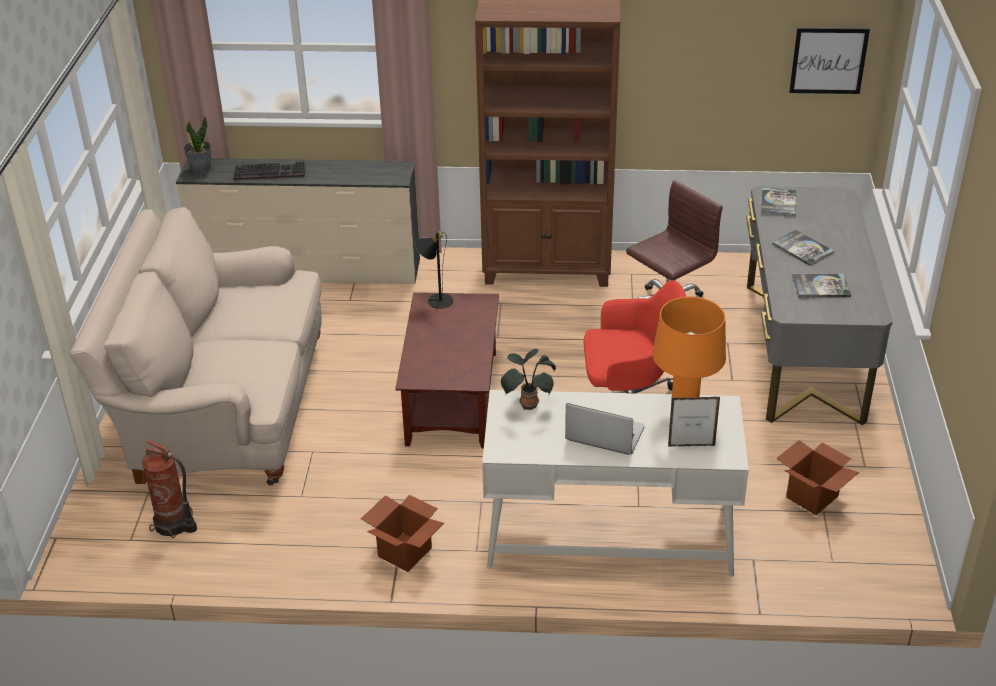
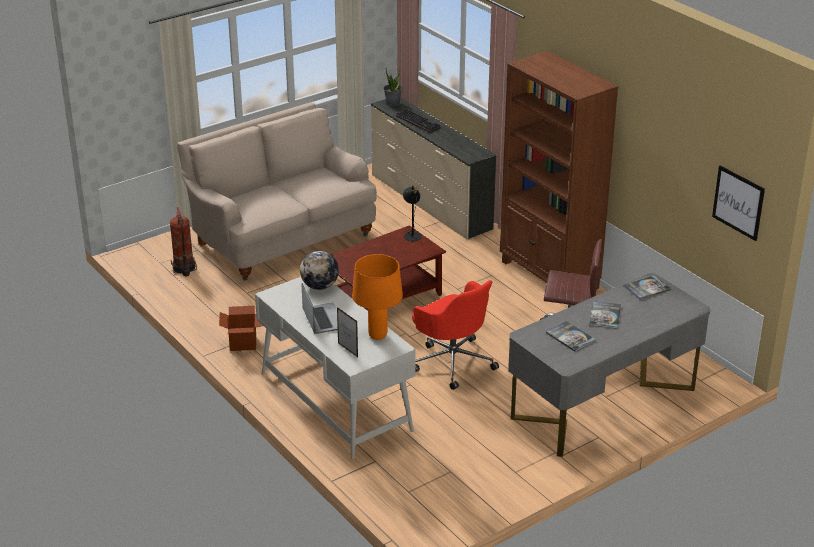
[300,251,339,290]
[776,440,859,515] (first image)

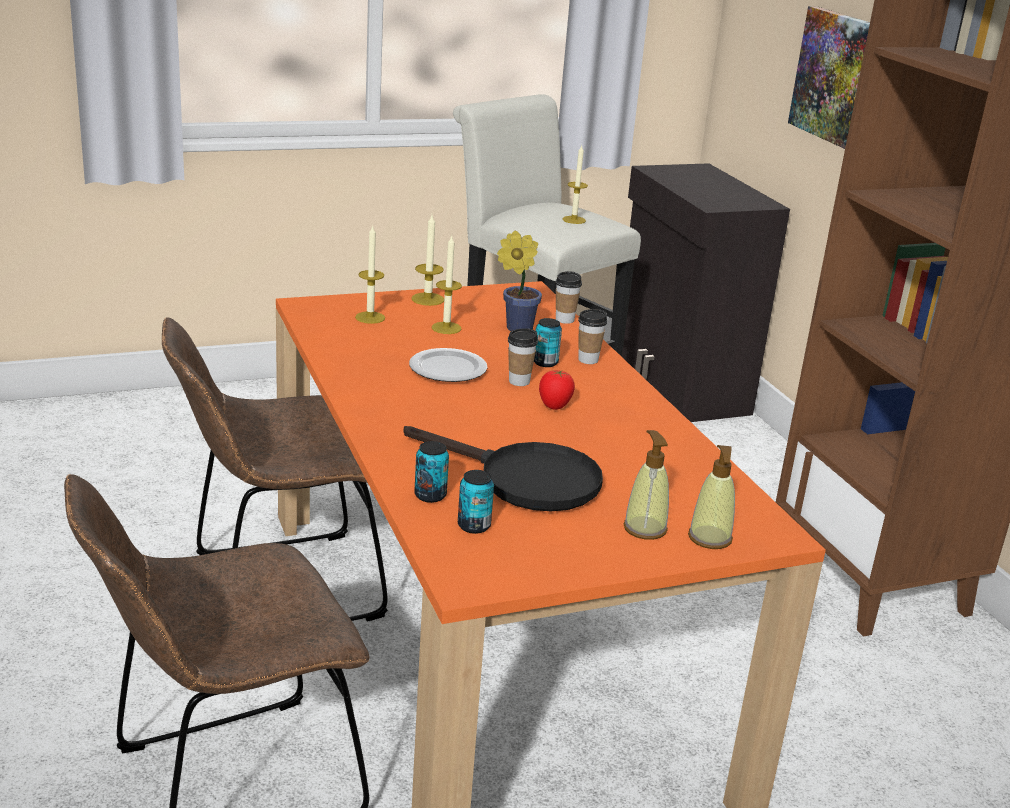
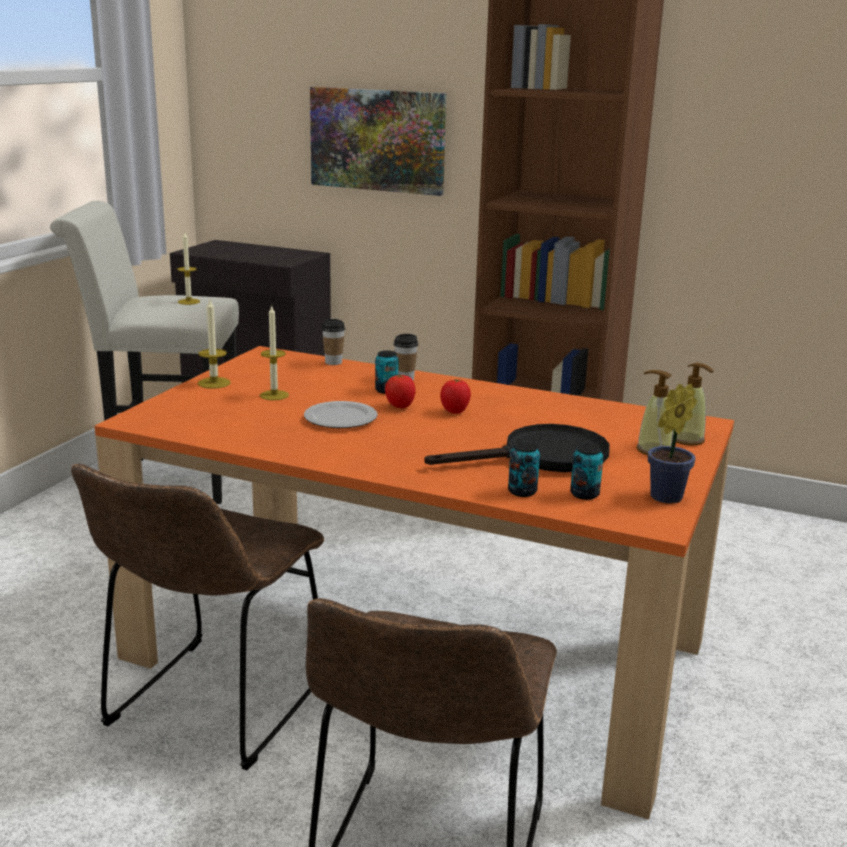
[355,225,385,324] (first image)
[648,384,697,503]
[385,375,416,408]

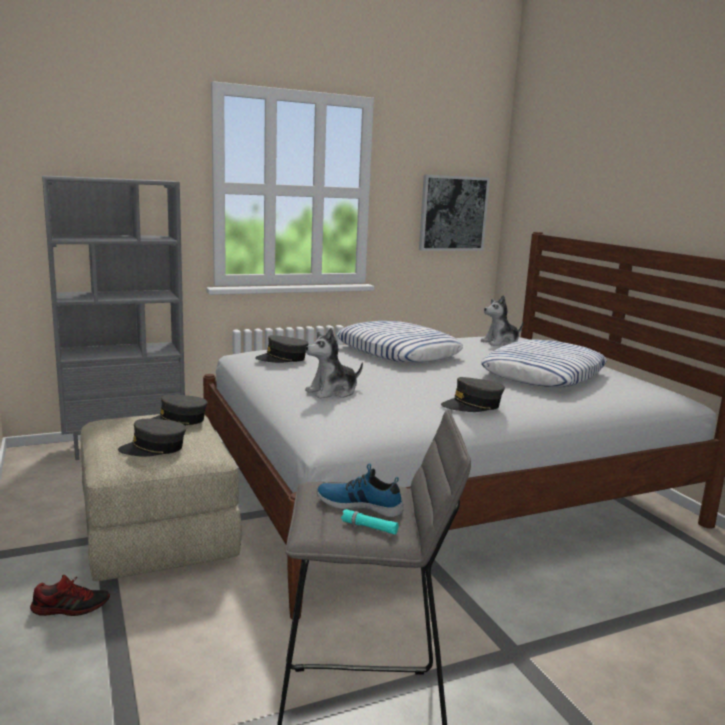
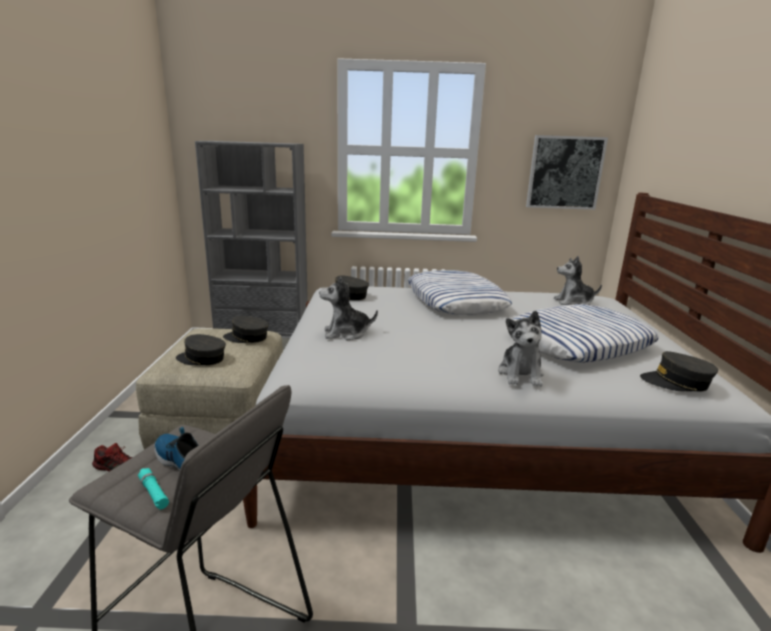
[640,351,718,392]
[498,311,543,386]

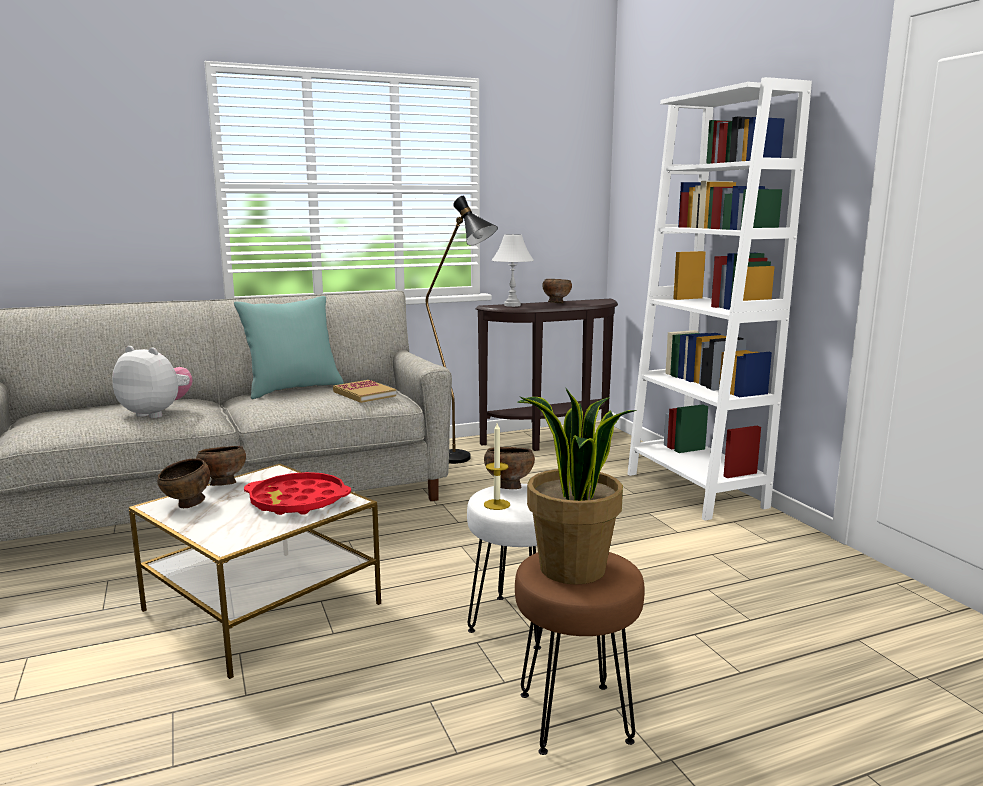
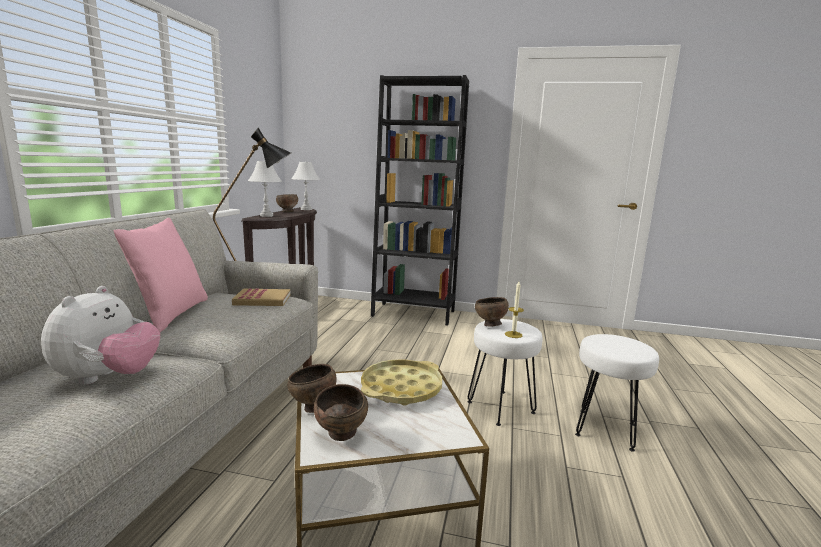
[371,75,469,326]
[114,218,208,332]
[41,286,160,385]
[518,388,637,585] (first image)
[361,360,442,406]
[575,334,659,452]
[291,162,320,210]

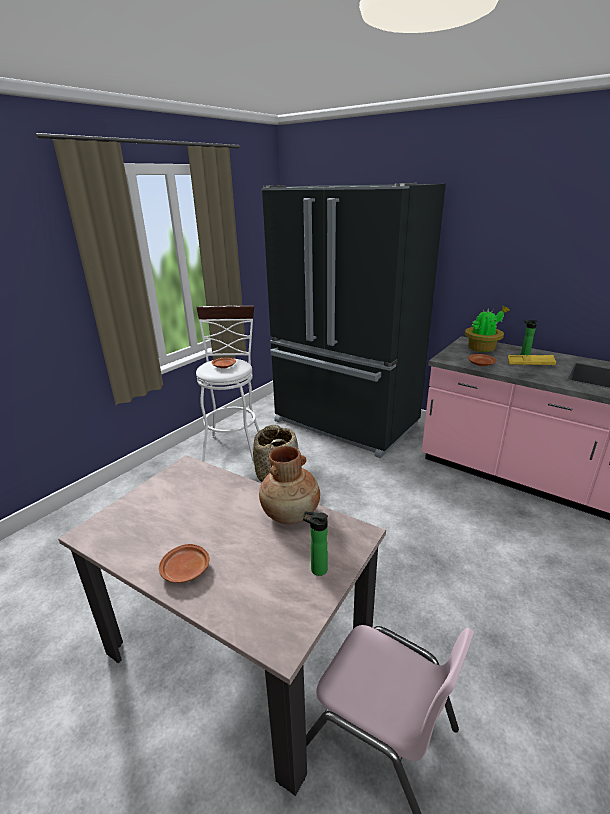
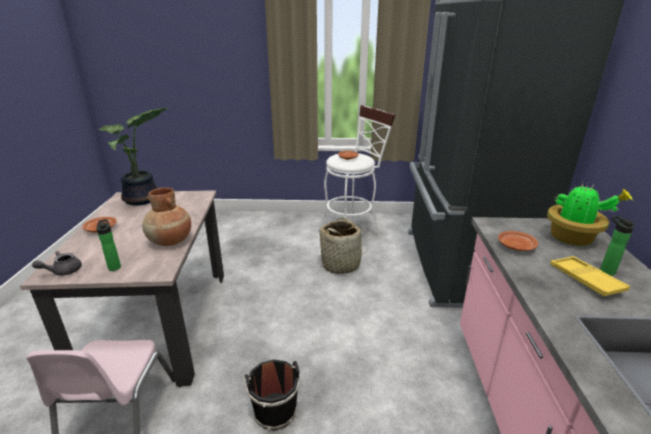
[98,108,169,205]
[32,251,82,276]
[242,359,300,431]

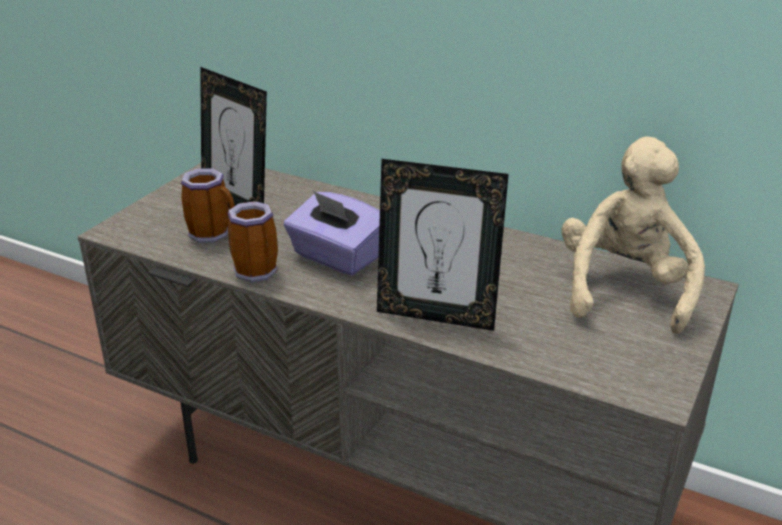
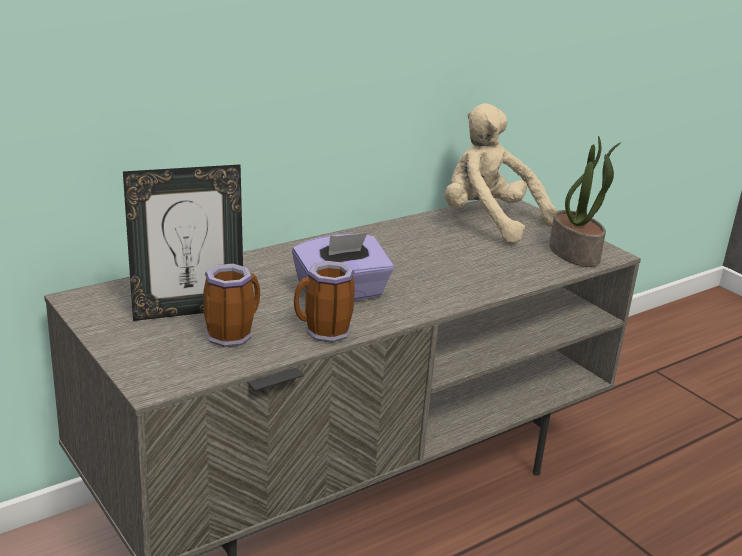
[377,159,509,331] (first image)
[549,136,621,267]

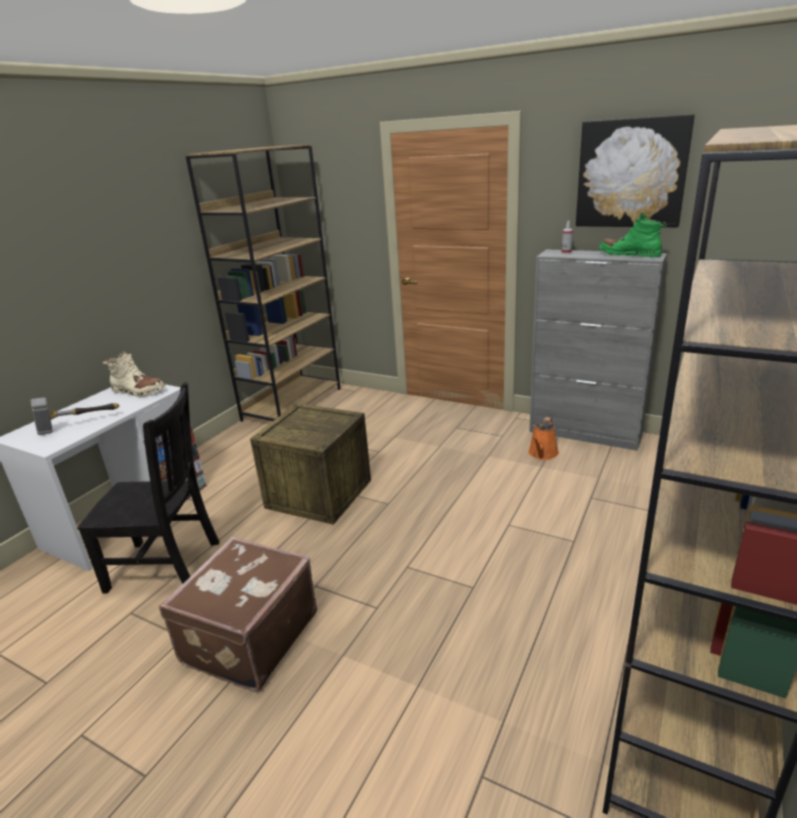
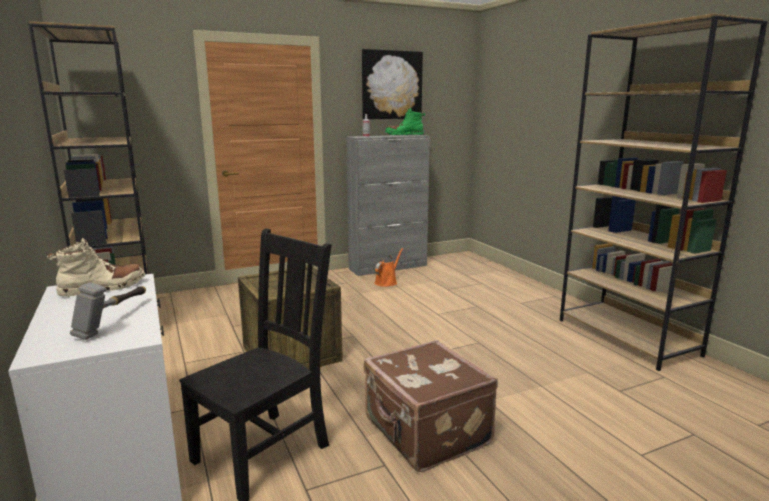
[374,248,404,287]

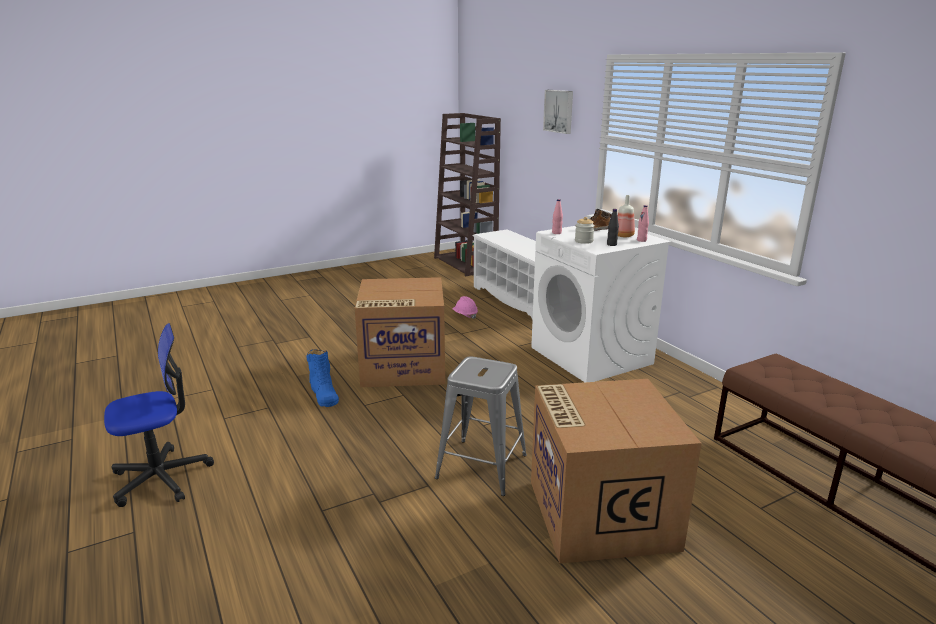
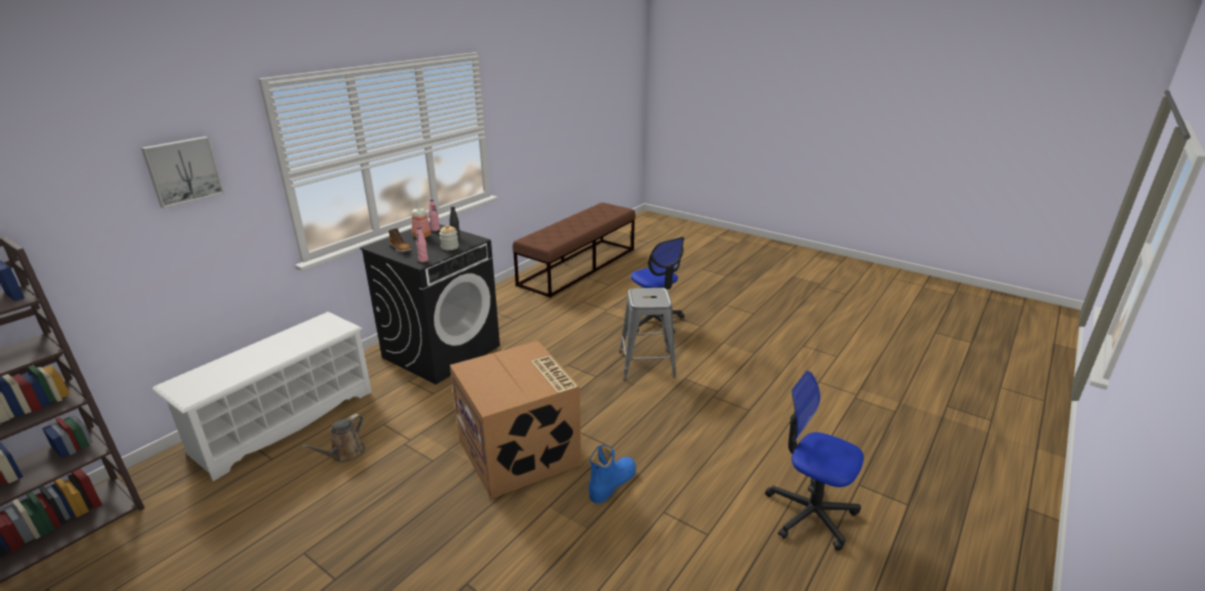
[360,223,500,385]
[302,414,365,463]
[631,237,685,333]

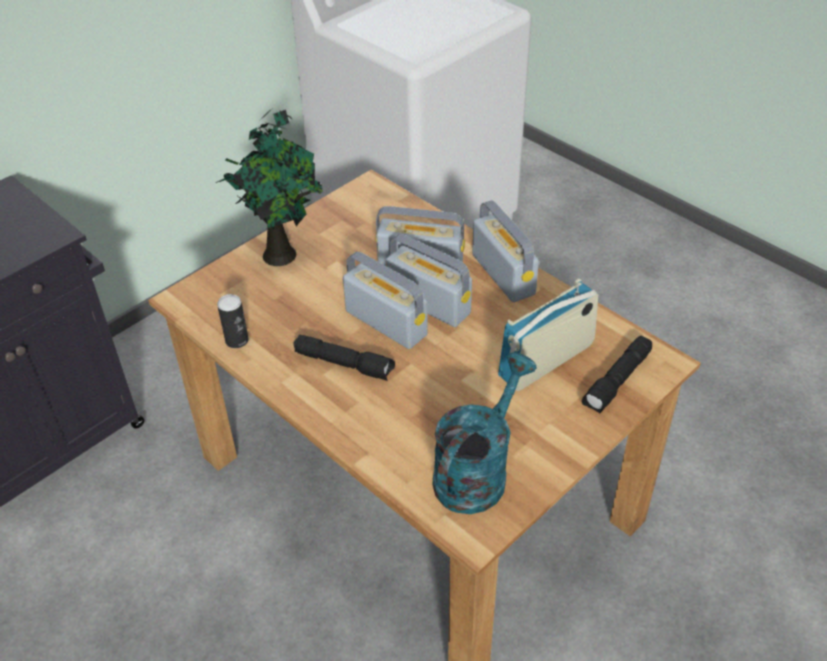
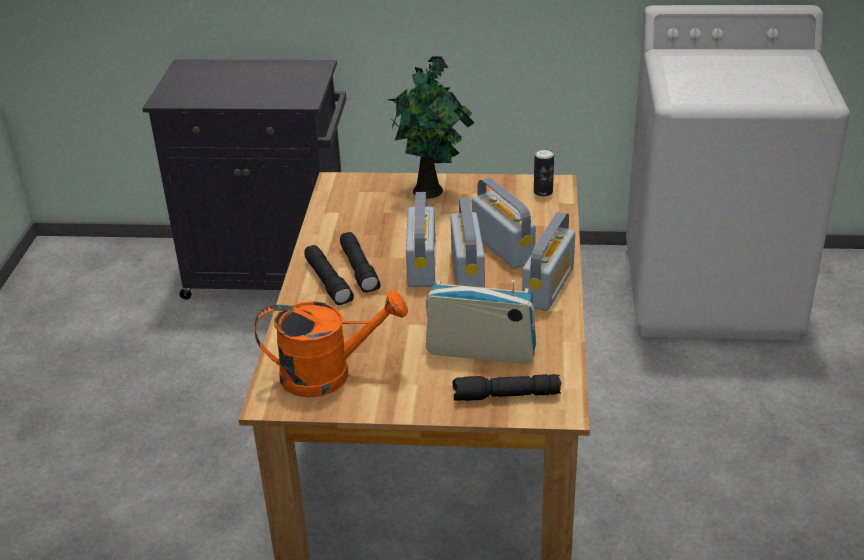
[534,149,554,196]
[255,290,408,398]
[304,245,354,305]

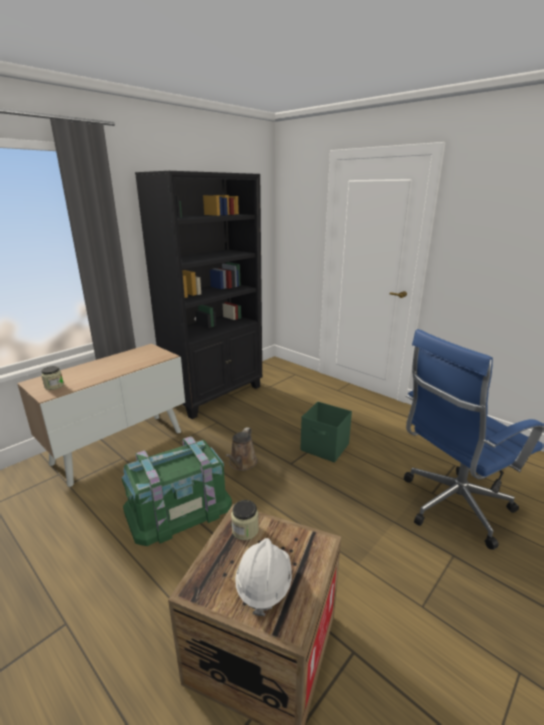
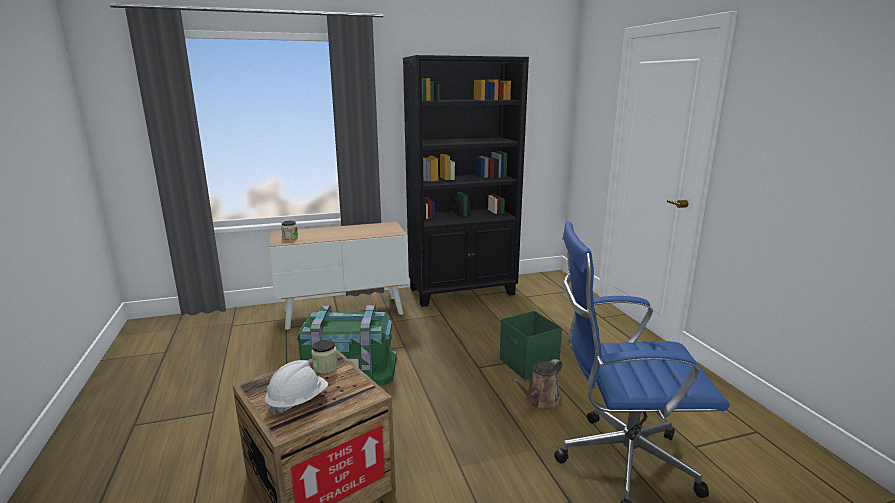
[512,359,563,410]

